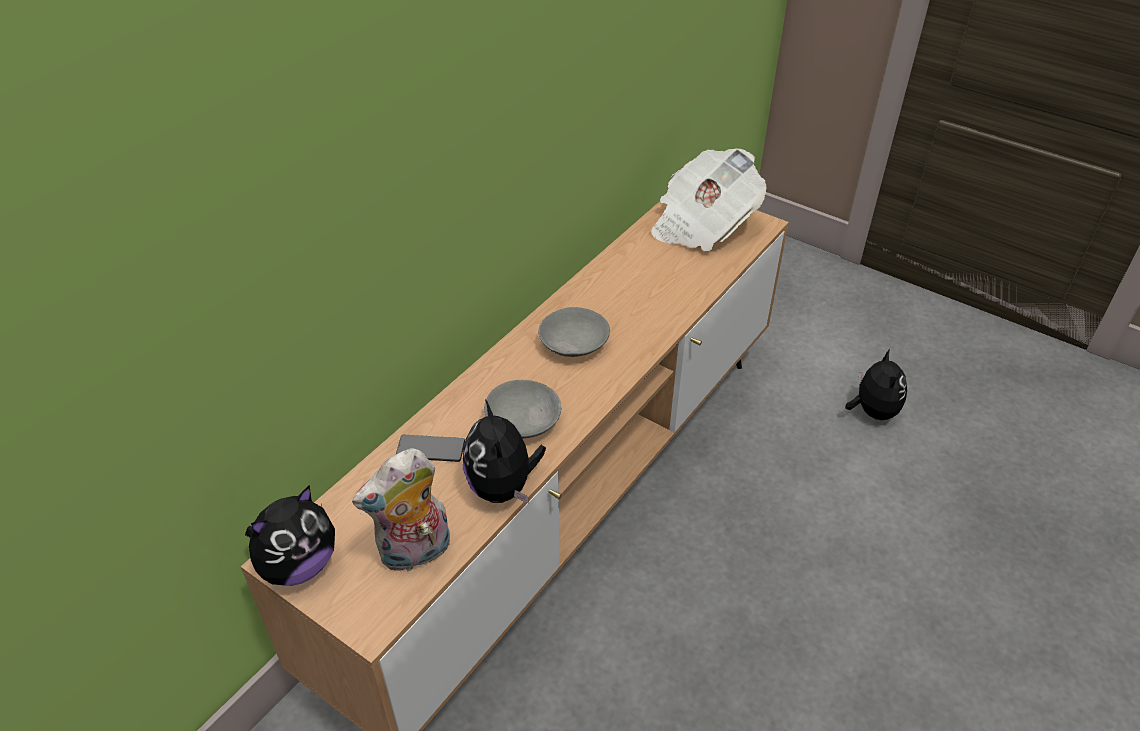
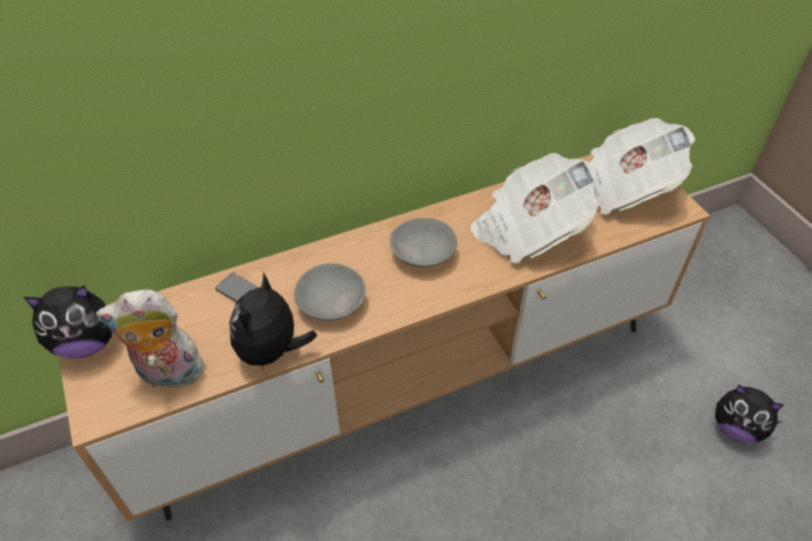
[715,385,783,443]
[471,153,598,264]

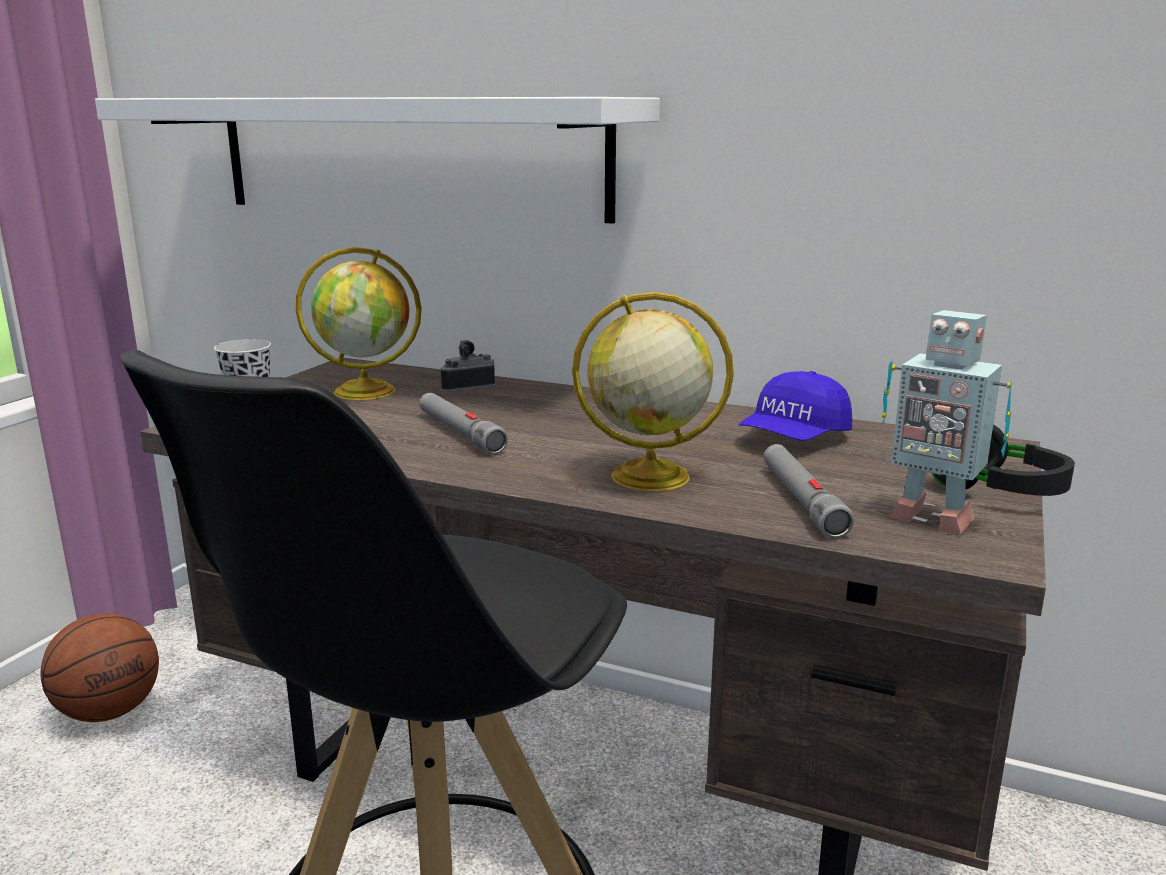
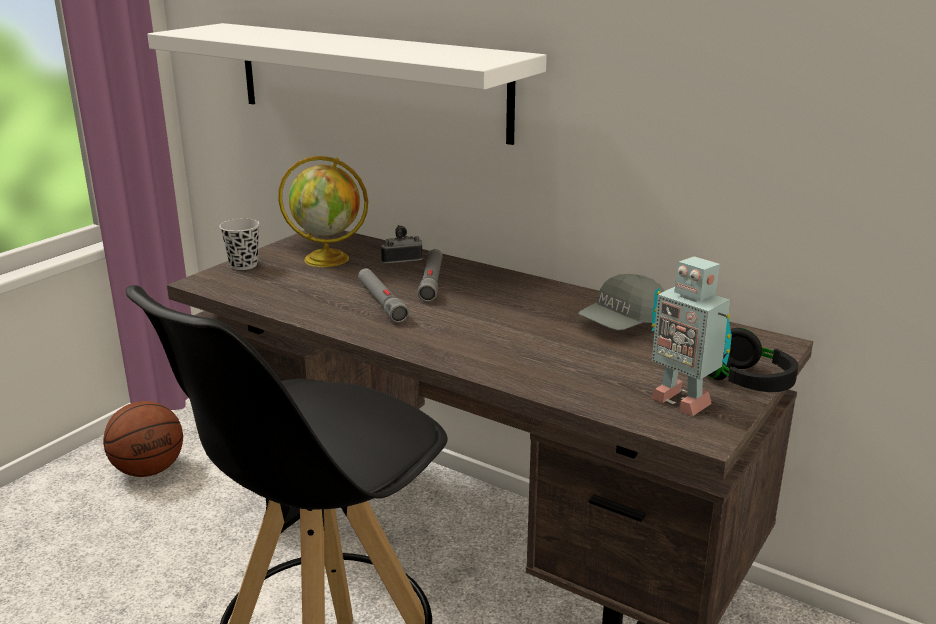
[572,292,734,491] (first image)
[578,274,664,330]
[418,249,442,302]

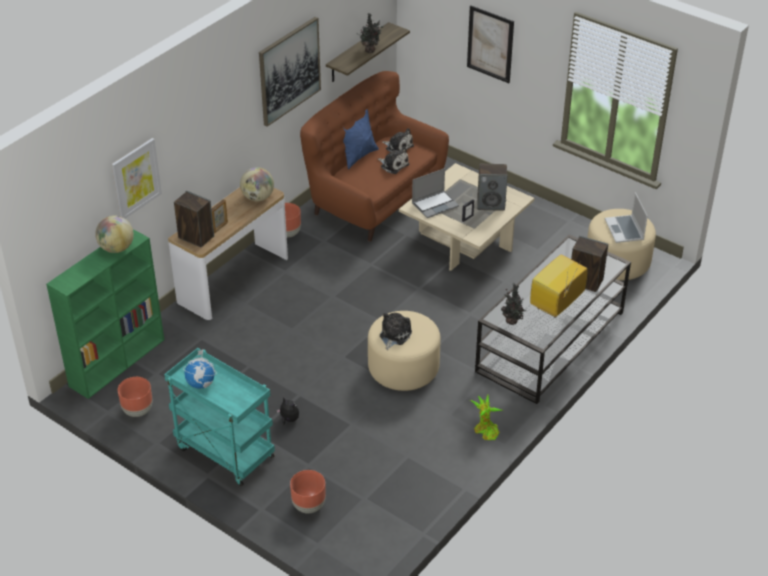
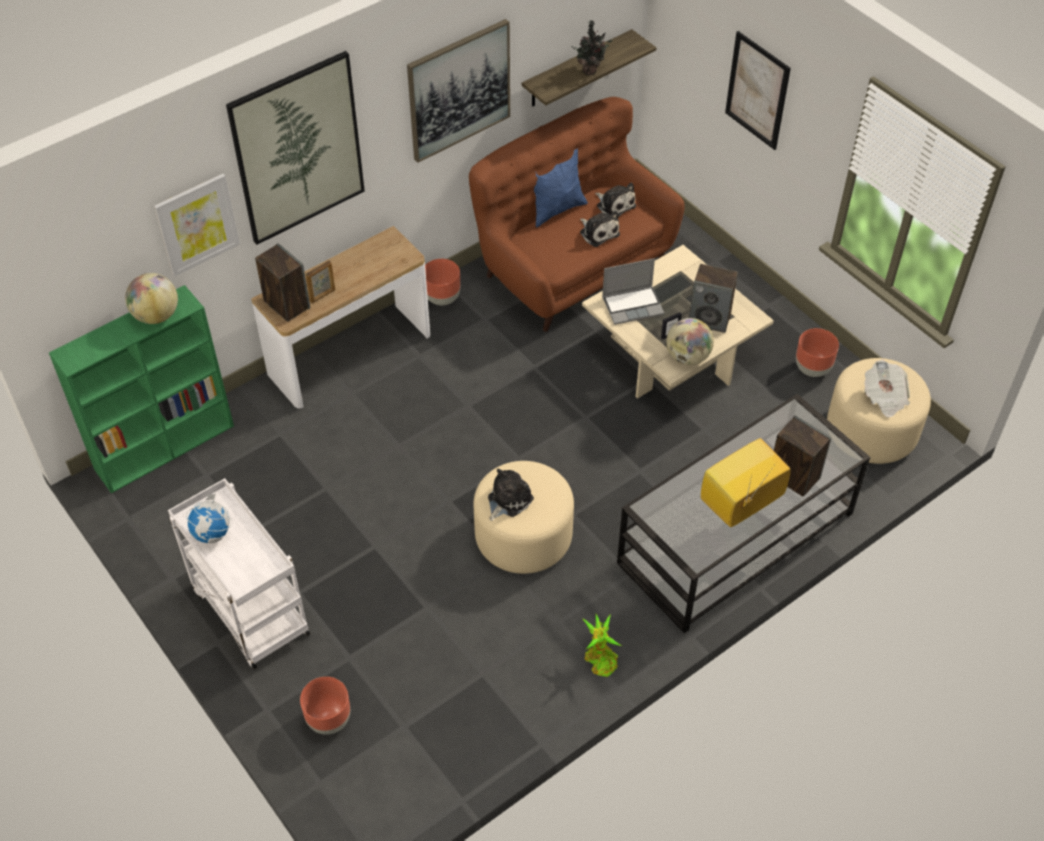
[666,318,714,365]
[864,360,910,418]
[501,283,527,325] (first image)
[168,478,310,669]
[796,328,839,377]
[276,397,299,425] (first image)
[226,51,365,245]

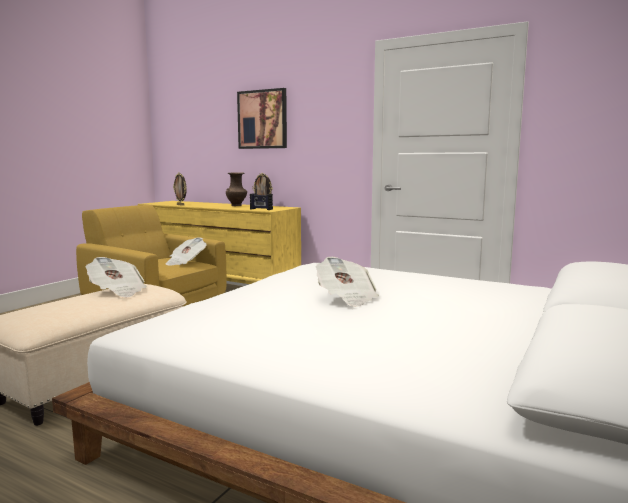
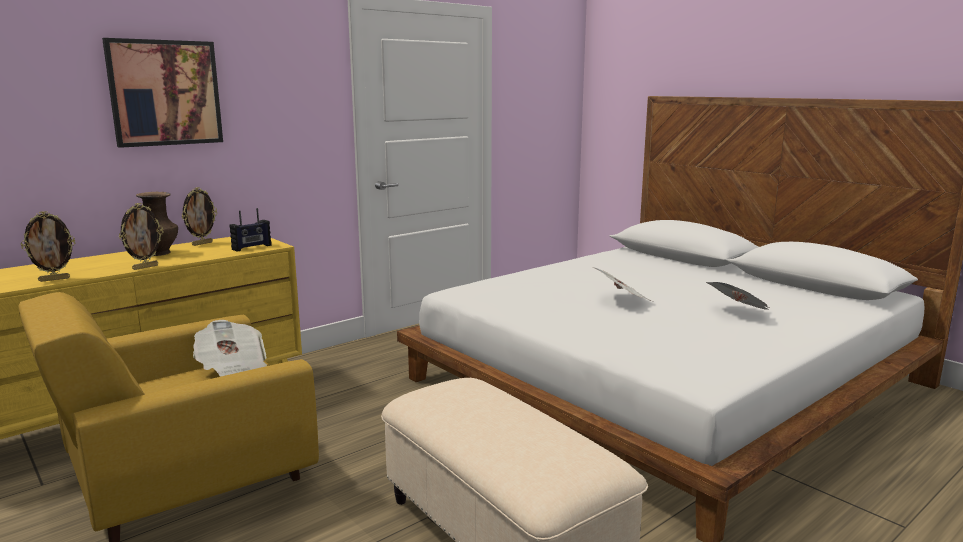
[706,282,770,310]
[119,203,163,270]

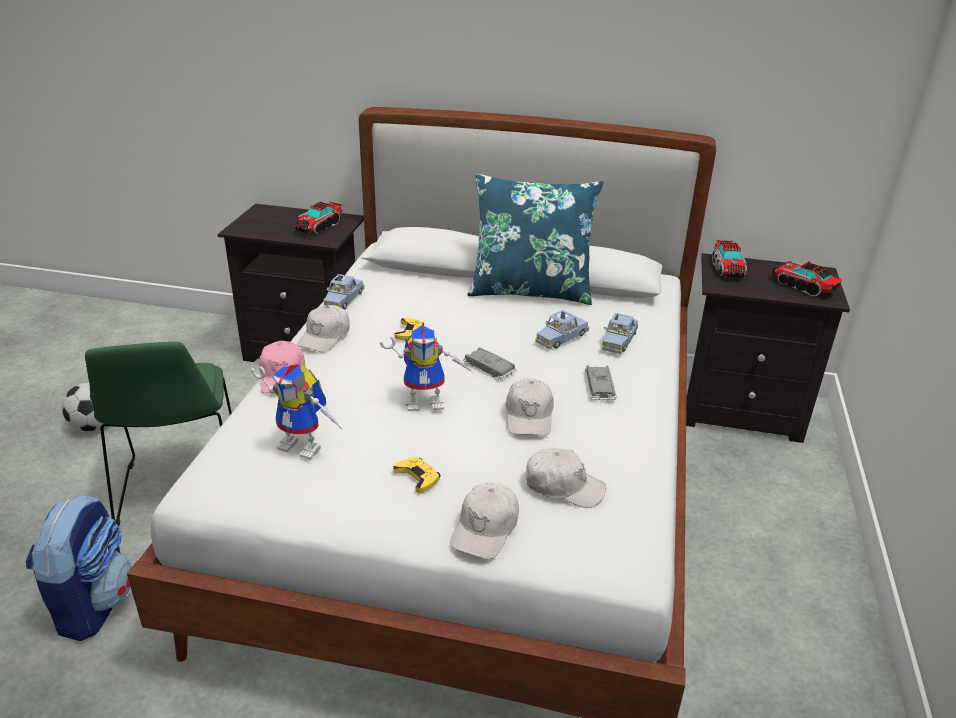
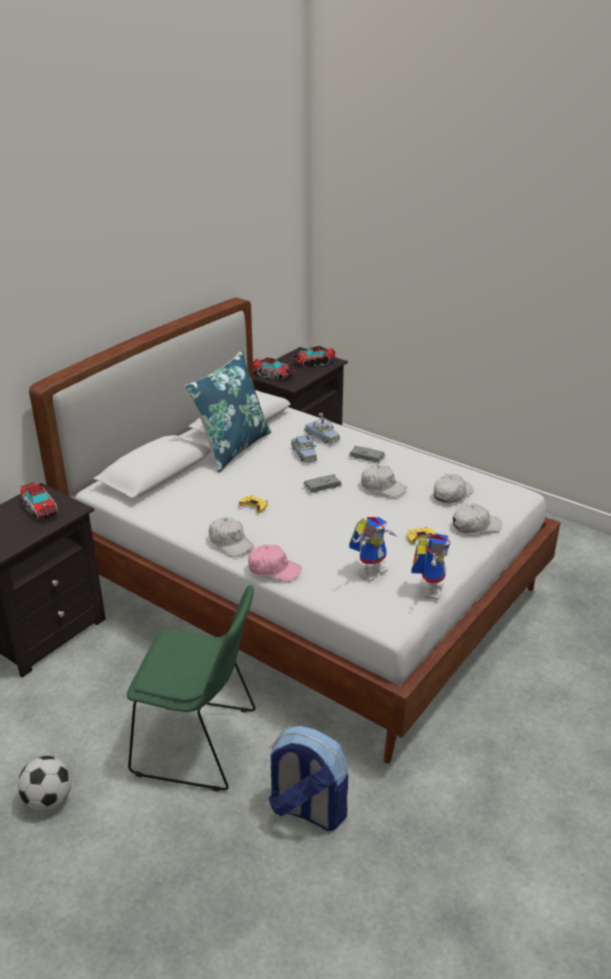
[323,274,365,310] (first image)
[411,533,451,600]
[453,503,502,533]

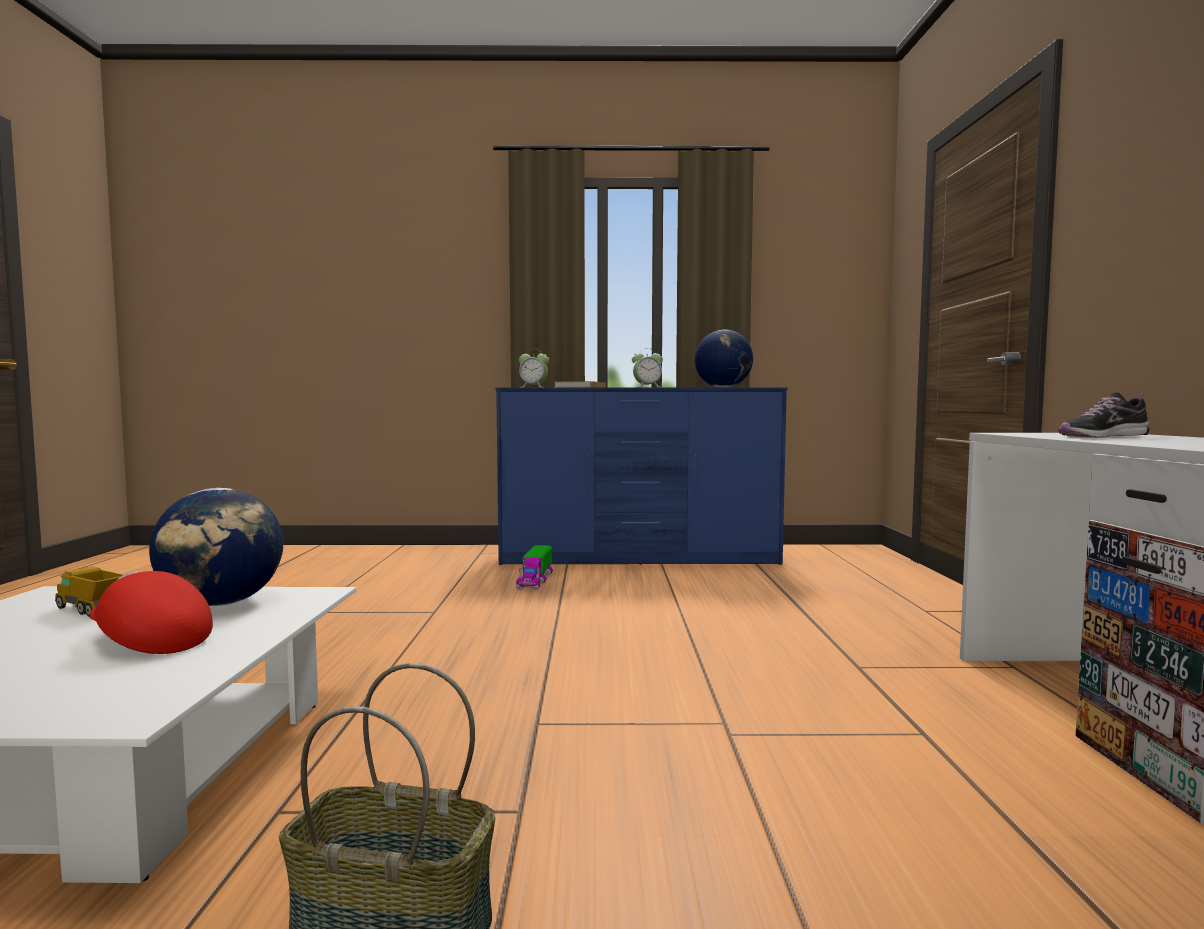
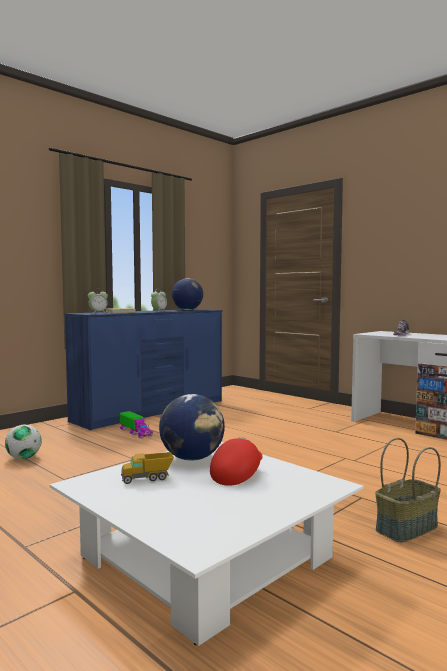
[210,437,263,486]
[5,425,42,459]

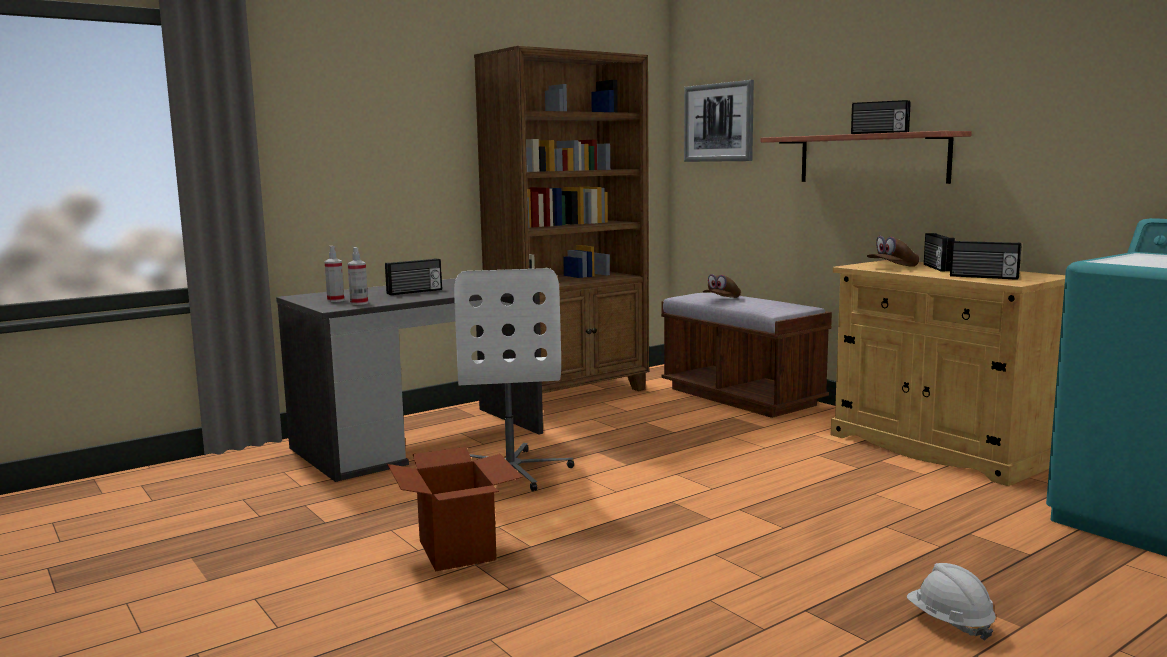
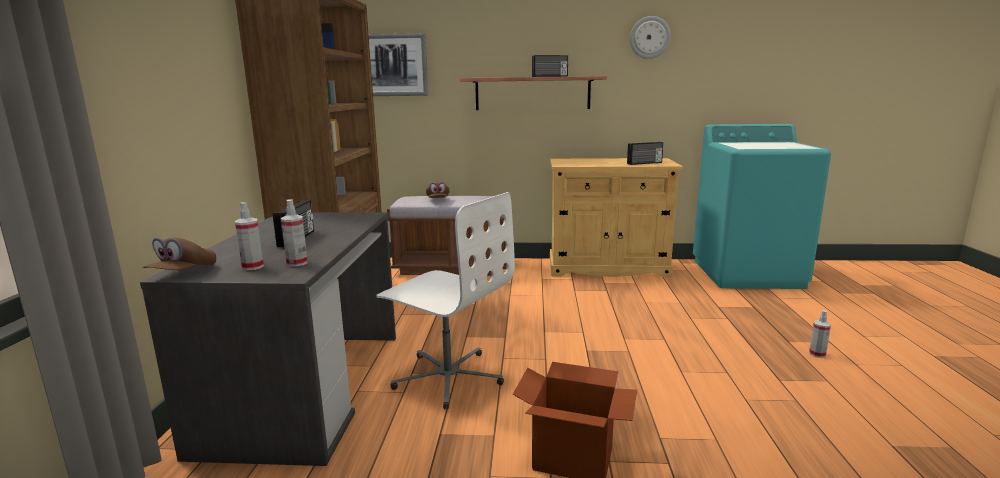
[924,233,955,271] (first image)
[143,237,216,270]
[809,310,831,358]
[630,16,671,59]

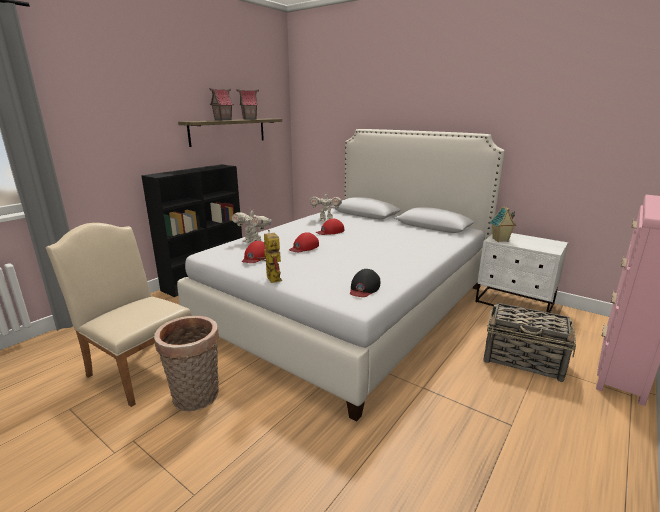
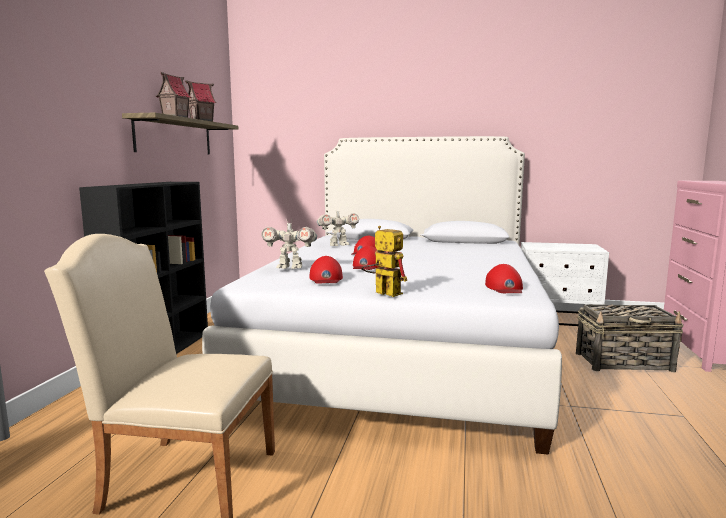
[490,206,516,242] (first image)
[485,264,523,293]
[154,316,219,411] (first image)

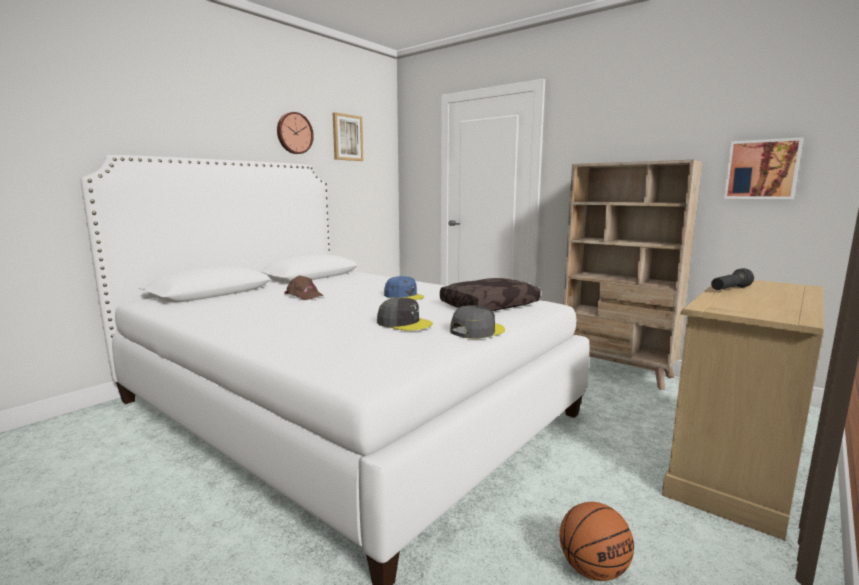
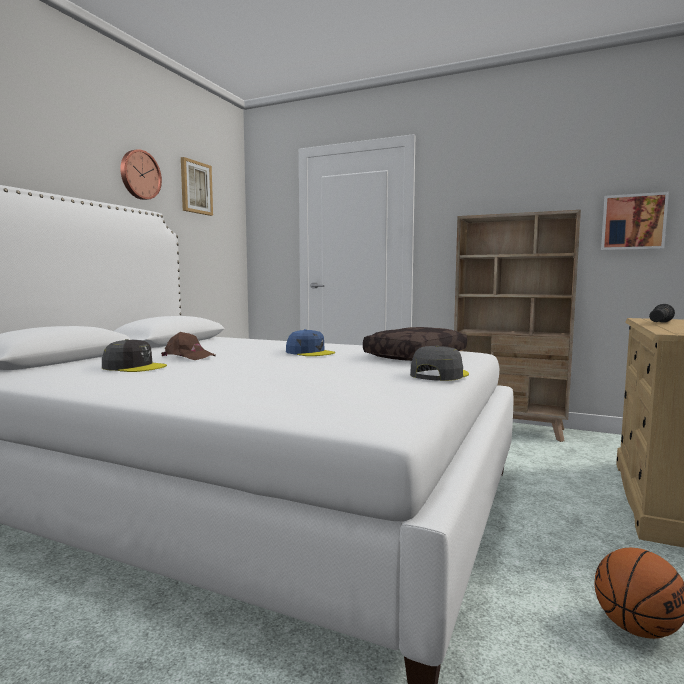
[102,339,167,372]

